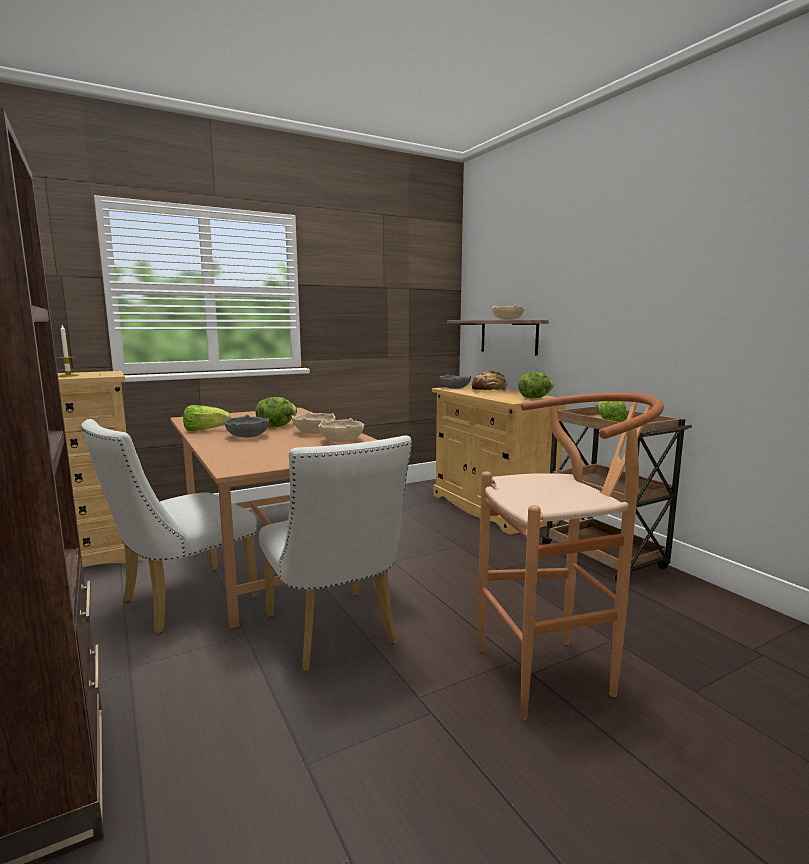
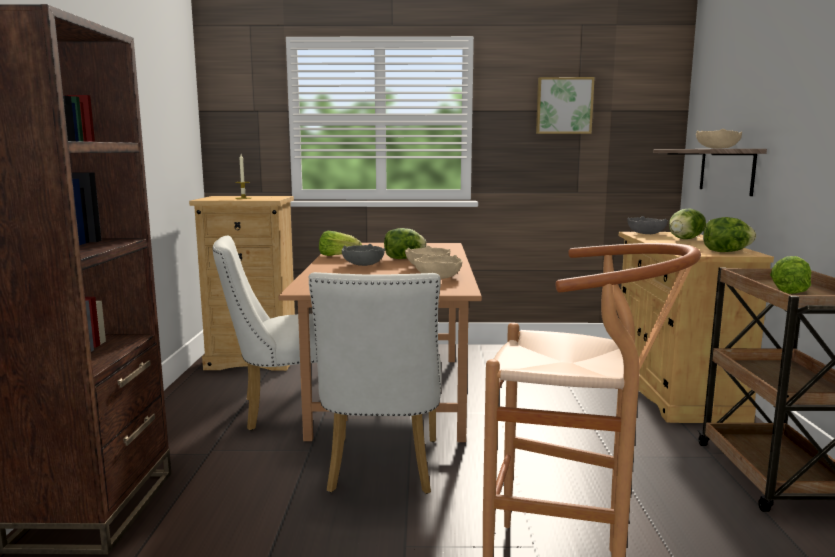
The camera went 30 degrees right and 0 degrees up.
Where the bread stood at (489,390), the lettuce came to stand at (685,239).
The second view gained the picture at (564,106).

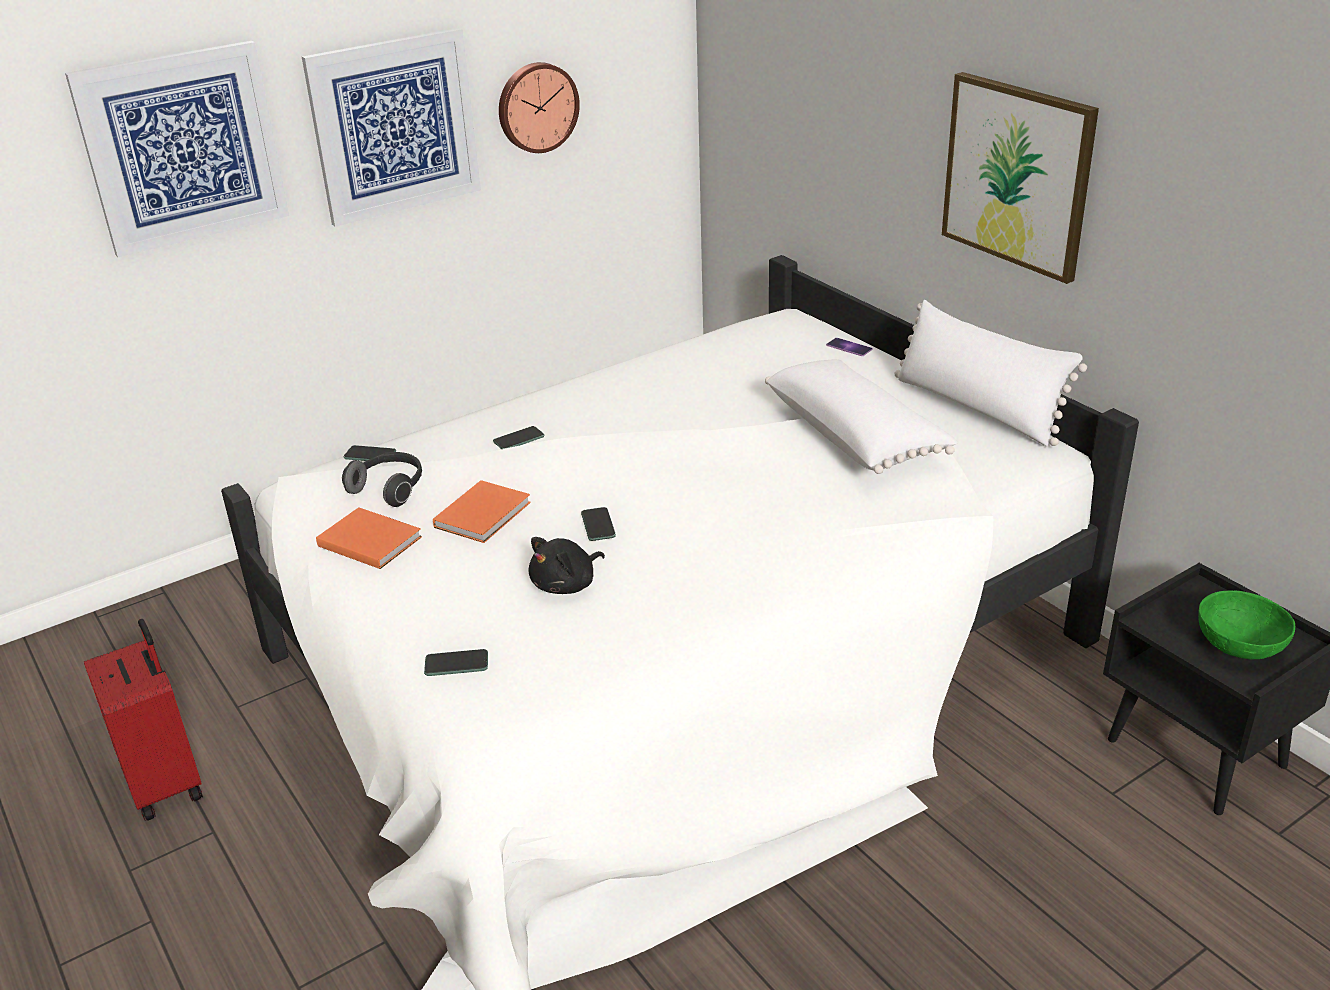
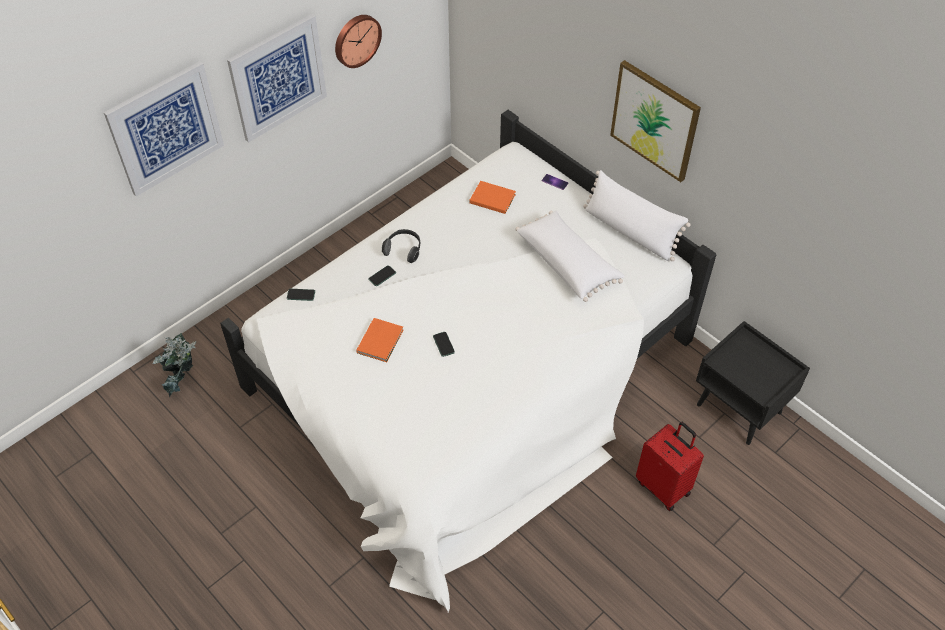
The camera went 10 degrees left and 20 degrees up.
The suitcase/red ended up elsewhere, having gone from (167,783) to (664,487).
The book/orange ended up elsewhere, having gone from (369,540) to (491,198).
The headphones ended up elsewhere, having gone from (390,489) to (403,250).
The second view lost the phone at (456,664).
The second view lost the plush toy/black at (566,584).
The second view lost the bowl/green at (1239,646).
The second view gained the potted plant at (183,379).

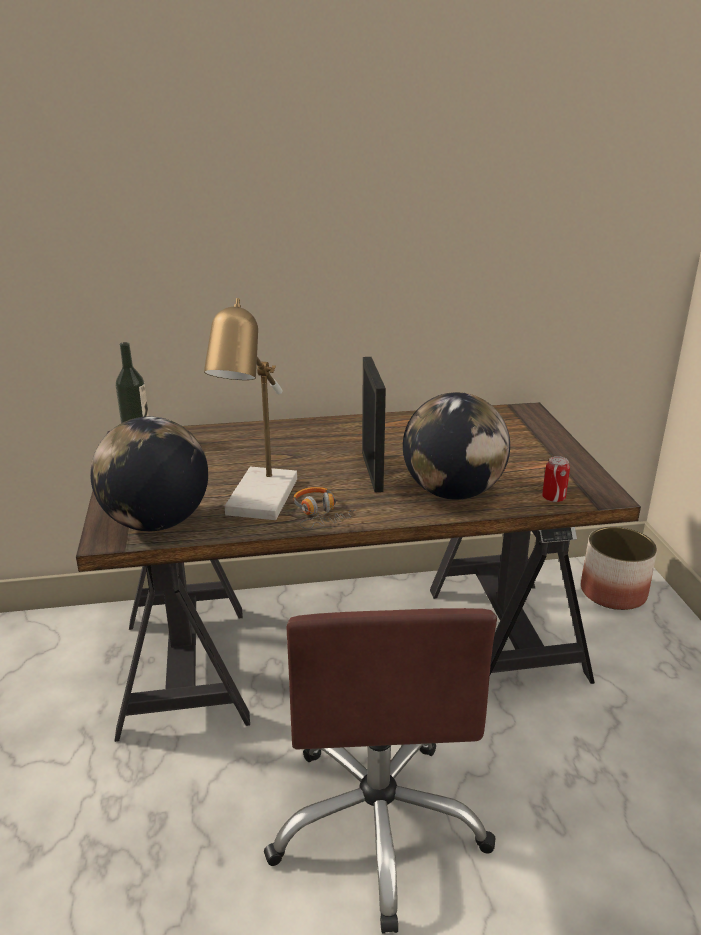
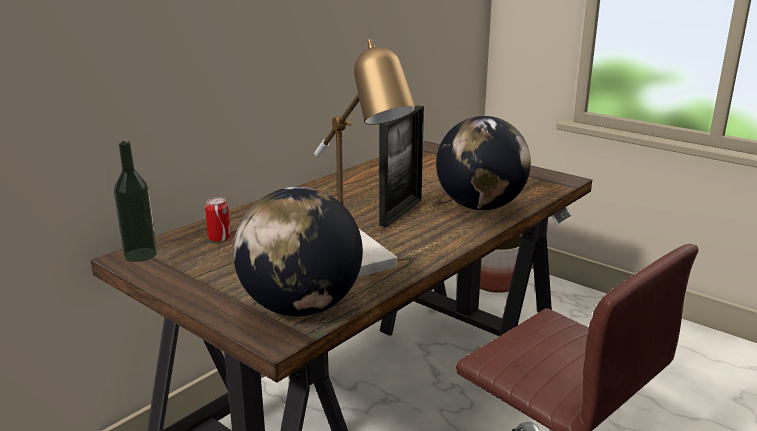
The camera went 40 degrees left and 5 degrees down.
The second view lost the headphones at (319,514).
The picture frame at (372,471) ended up facing another way, 75 degrees clockwise from before.
The can ended up elsewhere, having gone from (553,498) to (219,238).

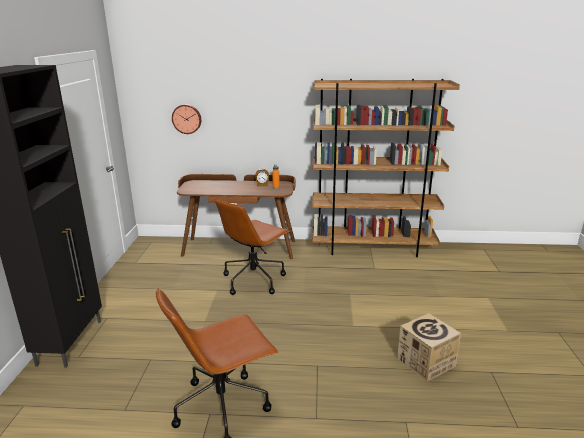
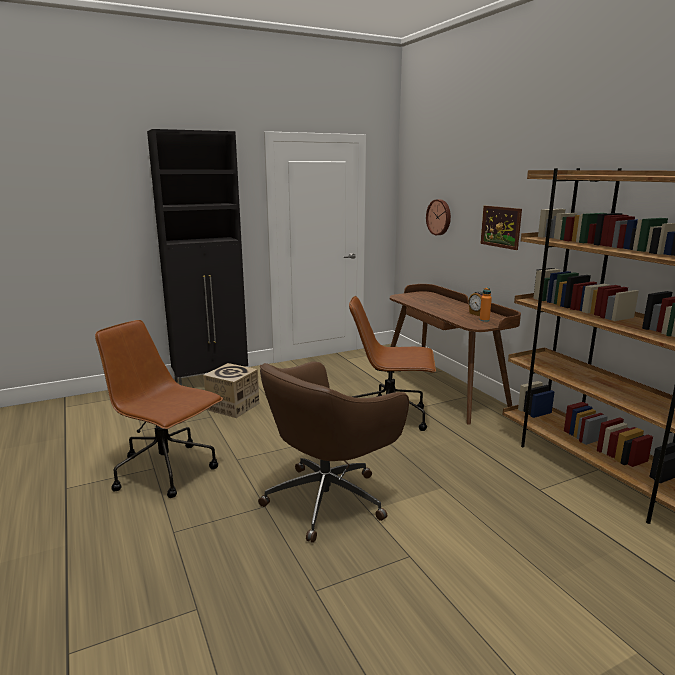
The camera went 60 degrees right and 5 degrees down.
The cardboard box ended up elsewhere, having gone from (426,362) to (233,406).
The second view gained the office chair/brown at (329,498).
The second view gained the picture at (501,227).

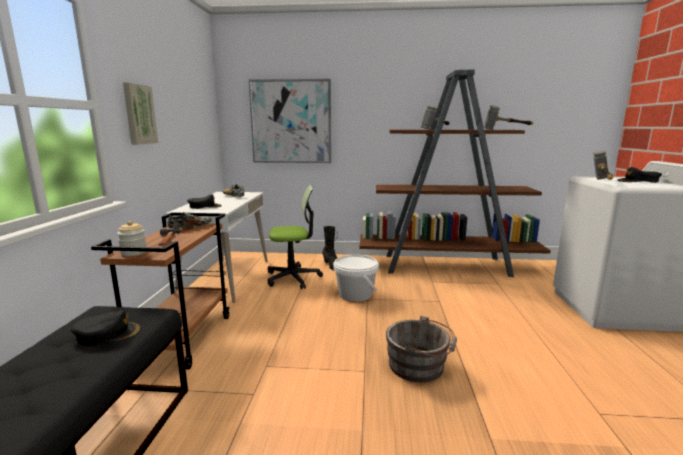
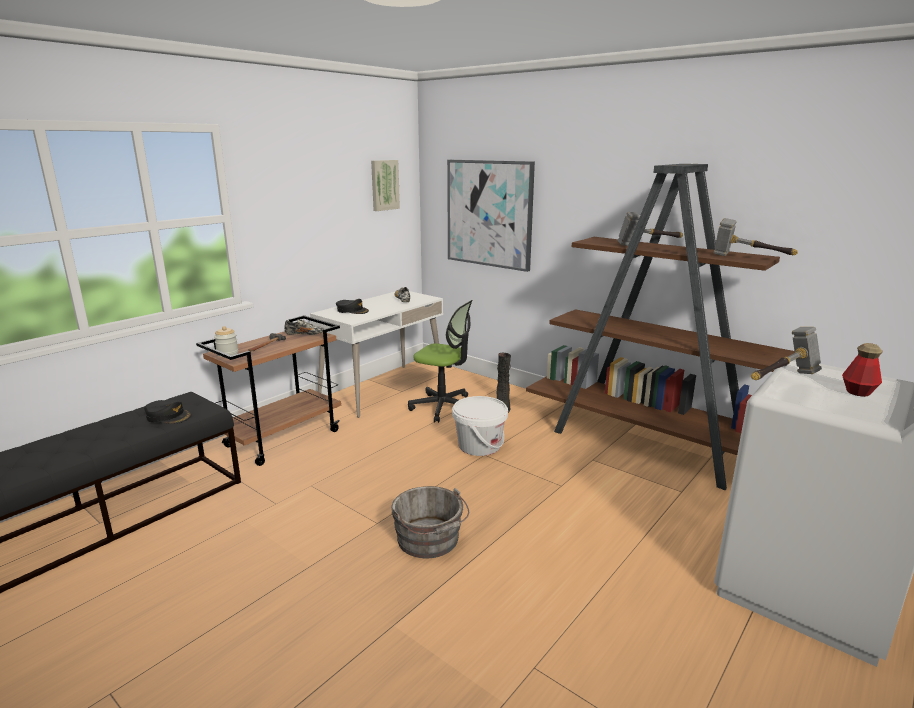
The camera went 35 degrees right and 5 degrees up.
The picture ended up elsewhere, having gone from (139,114) to (384,185).
Where the cap/black stood at (638,181), the bottle came to stand at (858,392).

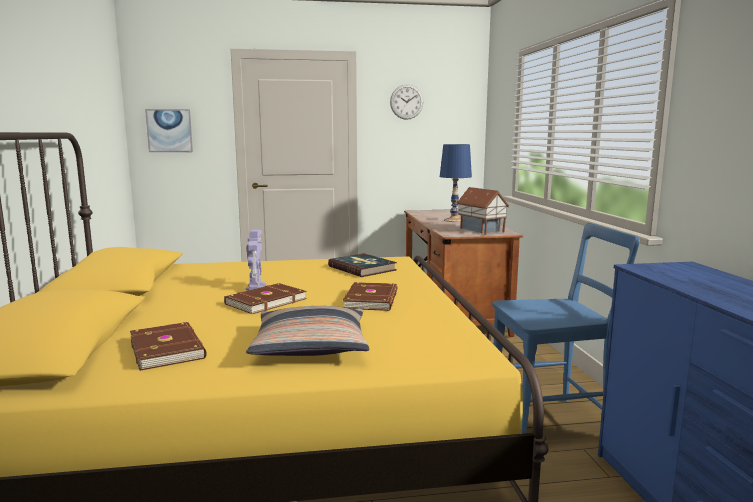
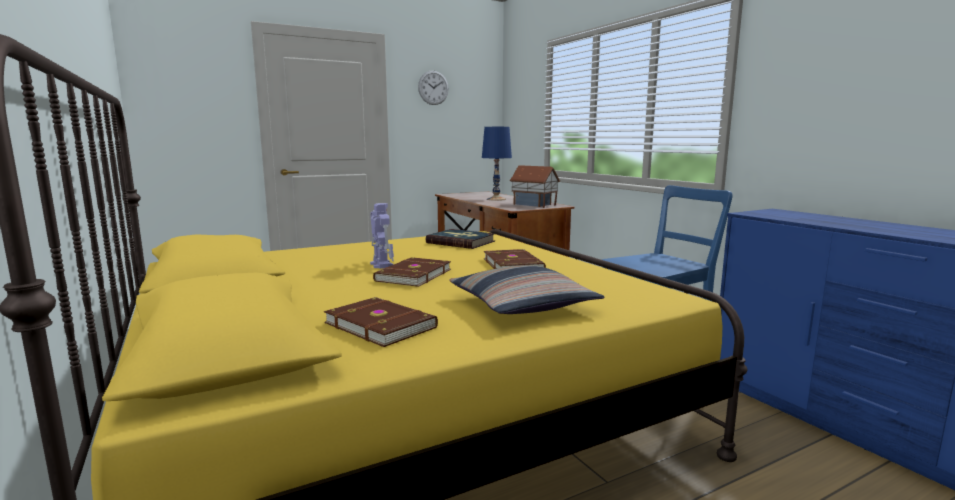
The camera went 20 degrees left and 0 degrees up.
The second view lost the picture at (169,130).

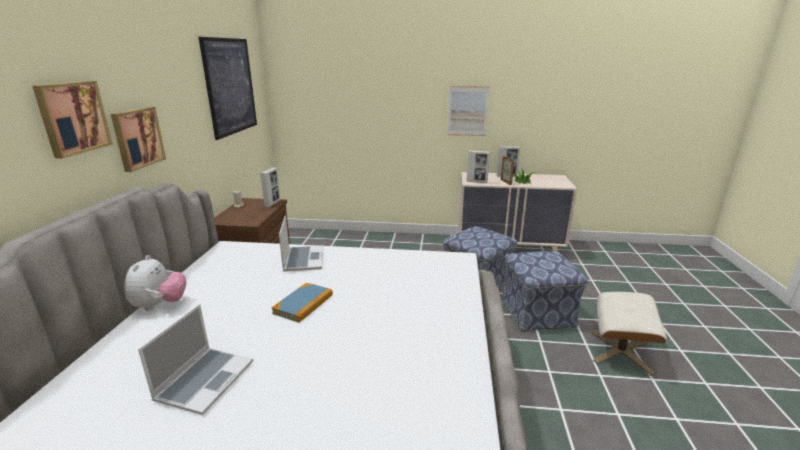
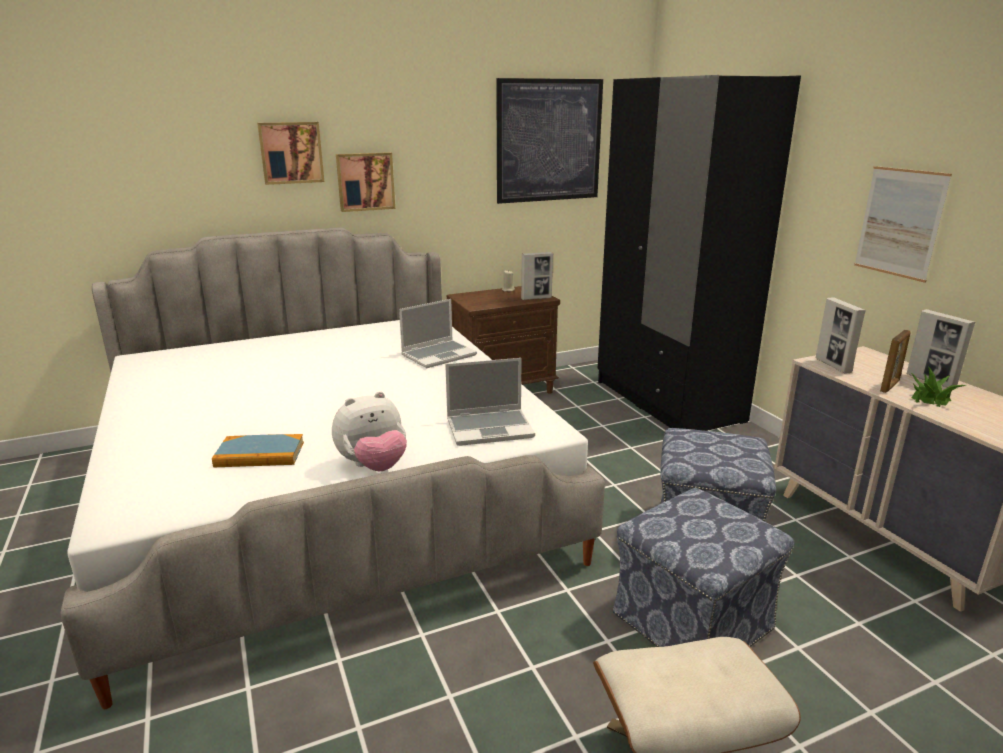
The camera went 60 degrees right and 0 degrees up.
The plush toy ended up elsewhere, having gone from (160,305) to (373,466).
The laptop ended up elsewhere, having gone from (205,380) to (490,428).
The book ended up elsewhere, having gone from (303,304) to (260,454).
The second view gained the wardrobe/black at (667,401).

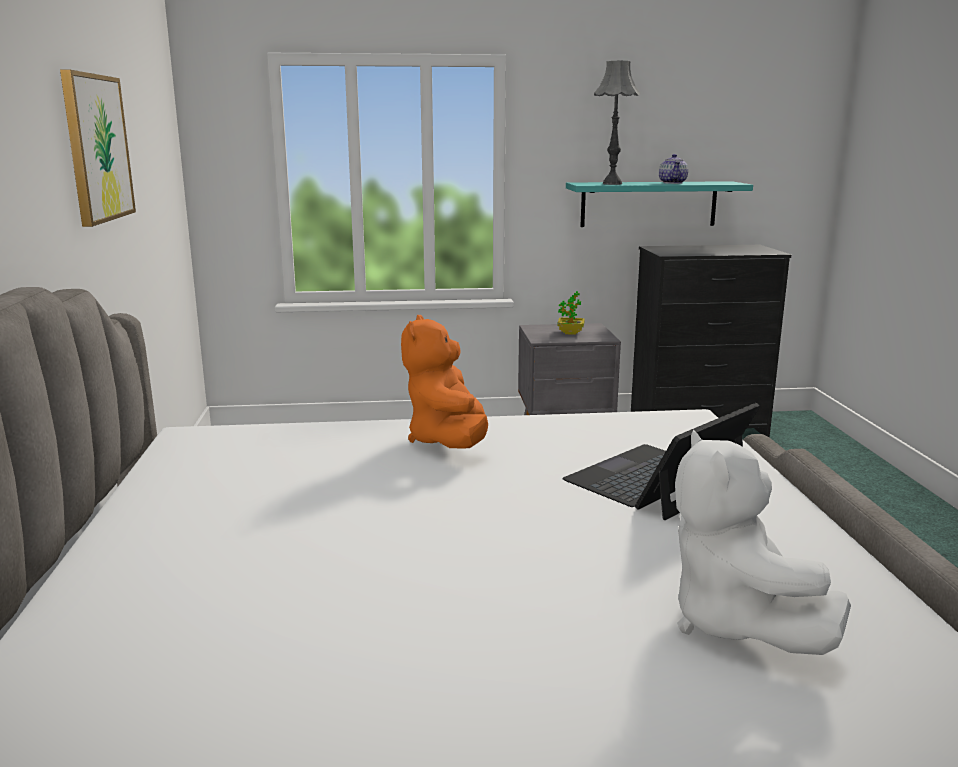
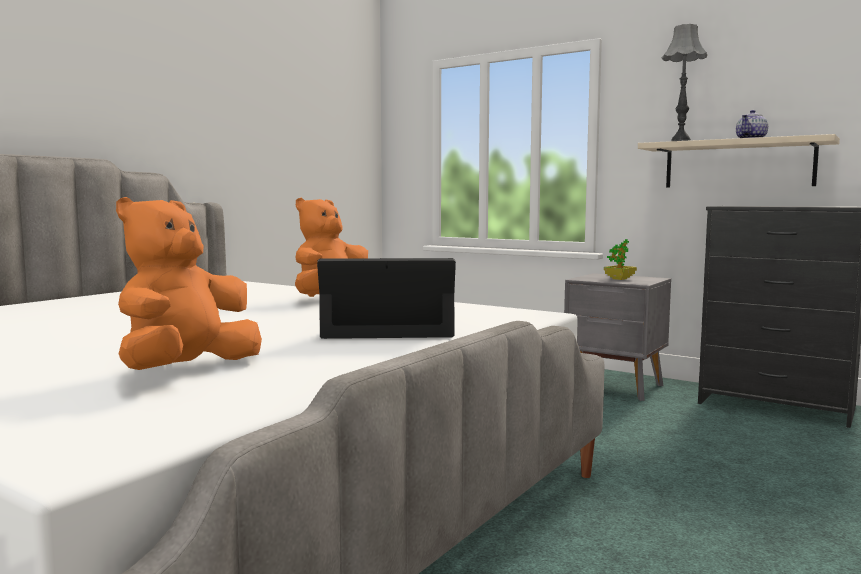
The camera went 40 degrees right and 10 degrees down.
The second view lost the picture at (97,148).
What was the shelf/turquoise at (648,204) turned into the shelf/beige at (738,164).
What was the plush toy/white at (735,623) turned into the plush toy/orange at (187,371).

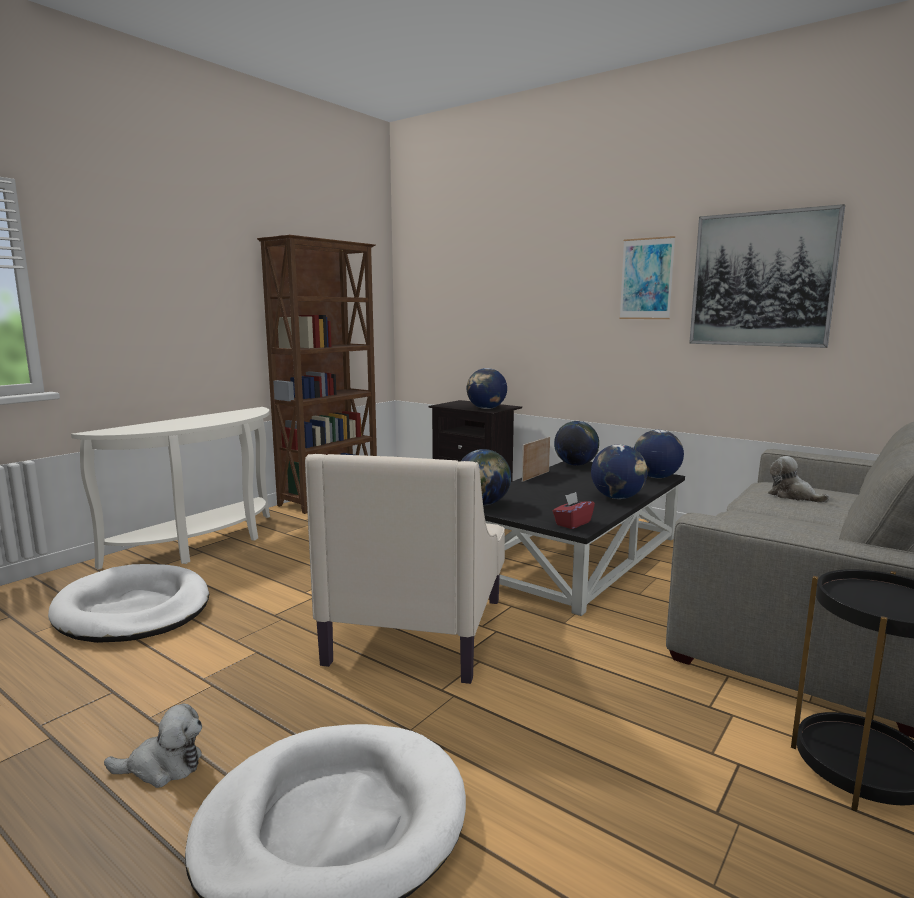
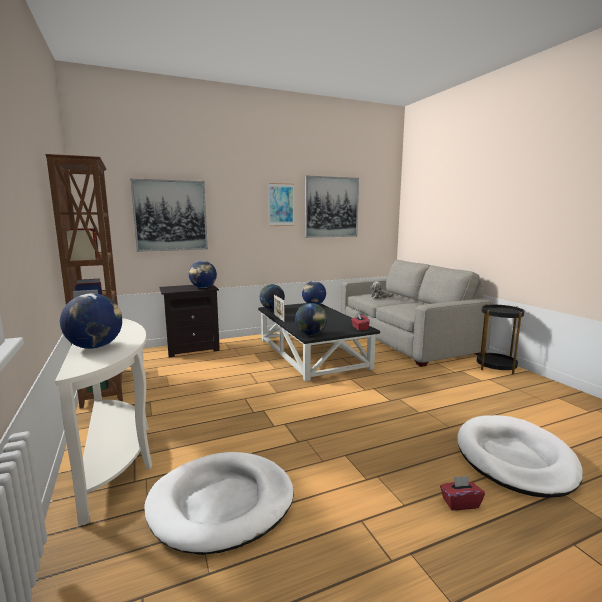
The camera went 60 degrees left and 0 degrees up.
Where the plush toy stood at (163,767), the tissue box/red came to stand at (460,503).
The second view lost the armchair/beige at (419,628).
The globe ended up elsewhere, having gone from (617,498) to (95,347).
The second view gained the picture at (170,215).

